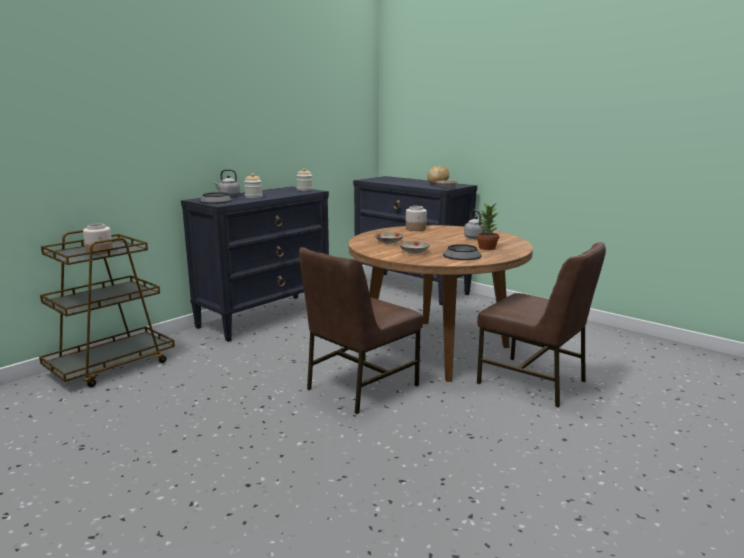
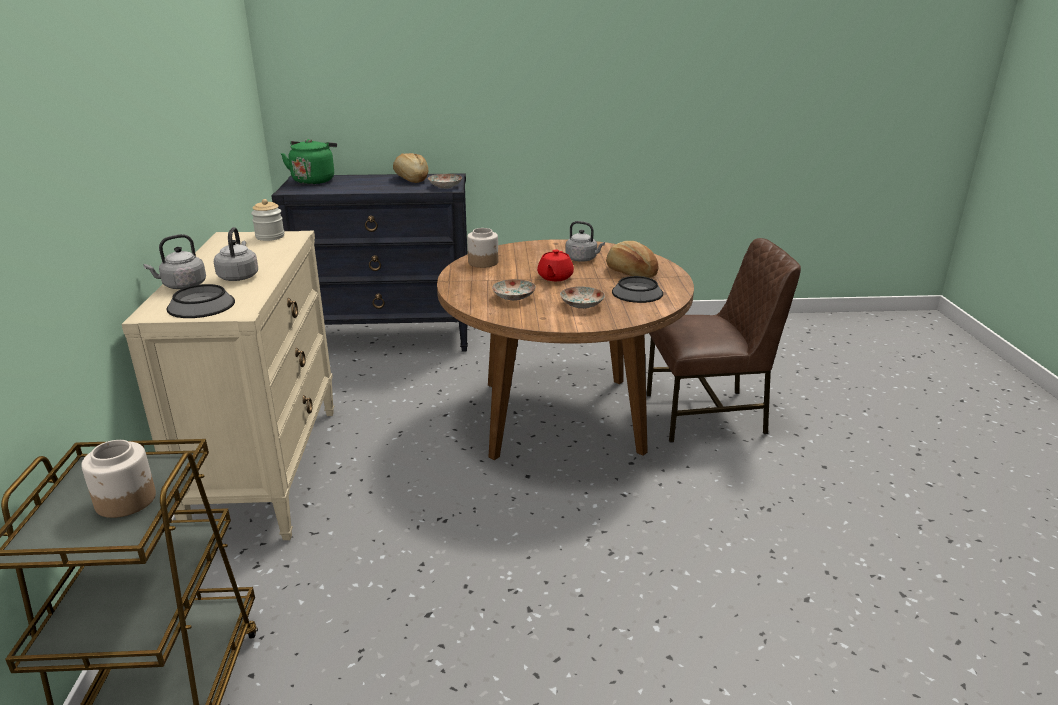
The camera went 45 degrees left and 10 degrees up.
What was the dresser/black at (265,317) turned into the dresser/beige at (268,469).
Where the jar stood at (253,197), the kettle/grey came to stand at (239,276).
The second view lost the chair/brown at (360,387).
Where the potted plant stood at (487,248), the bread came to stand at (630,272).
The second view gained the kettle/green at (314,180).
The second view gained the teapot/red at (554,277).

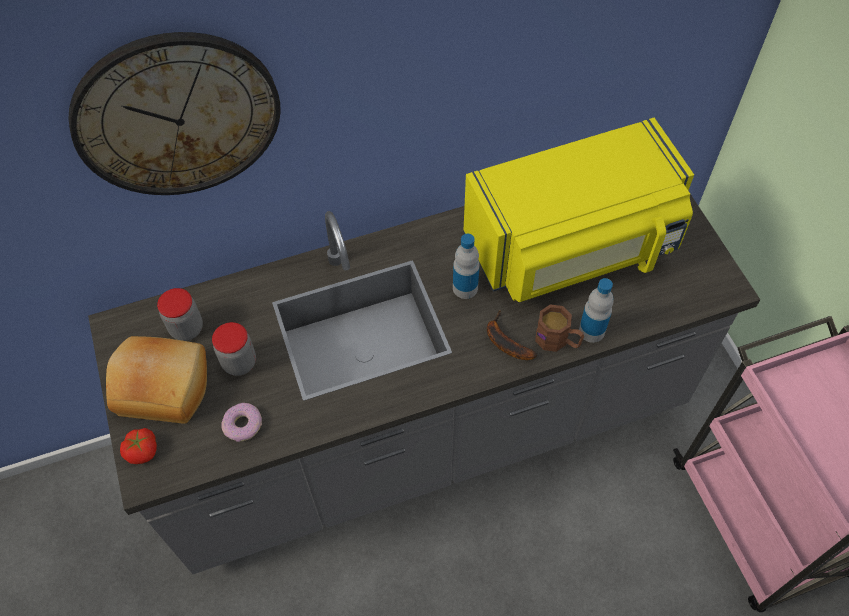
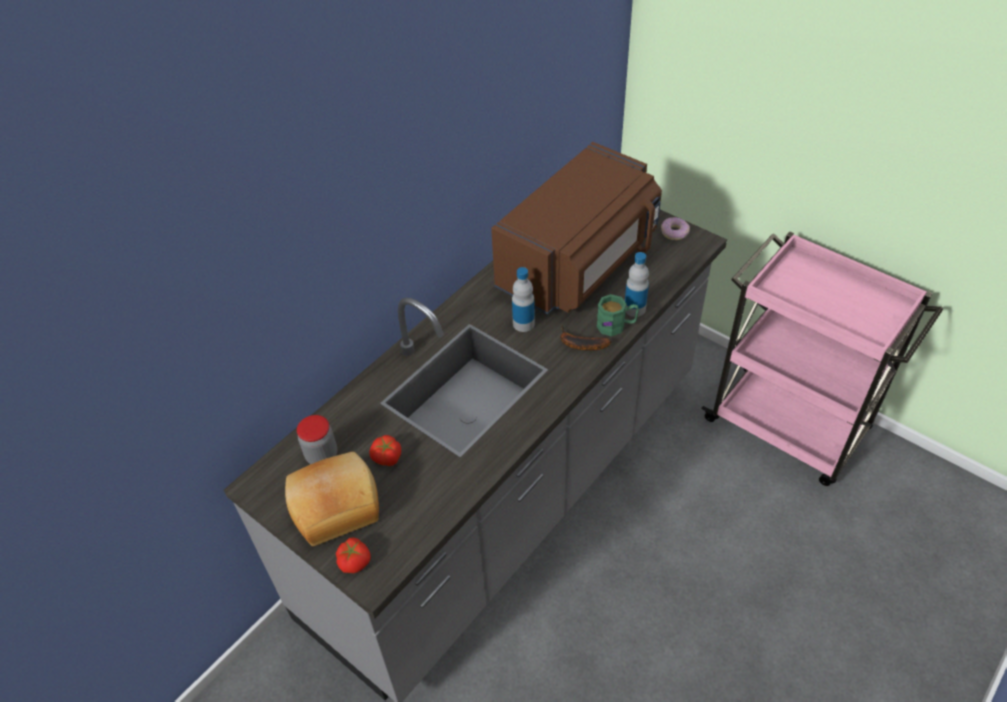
The camera went 30 degrees left and 10 degrees down.
The second view lost the wall clock at (177,116).
Where the jar stood at (239,362), the tomato came to stand at (387,457).
The donut ended up elsewhere, having gone from (243,425) to (674,232).
What was the microwave/yellow at (572,248) turned into the microwave/brown at (579,264).
What was the mug/brown at (557,341) turned into the mug/green at (616,326).

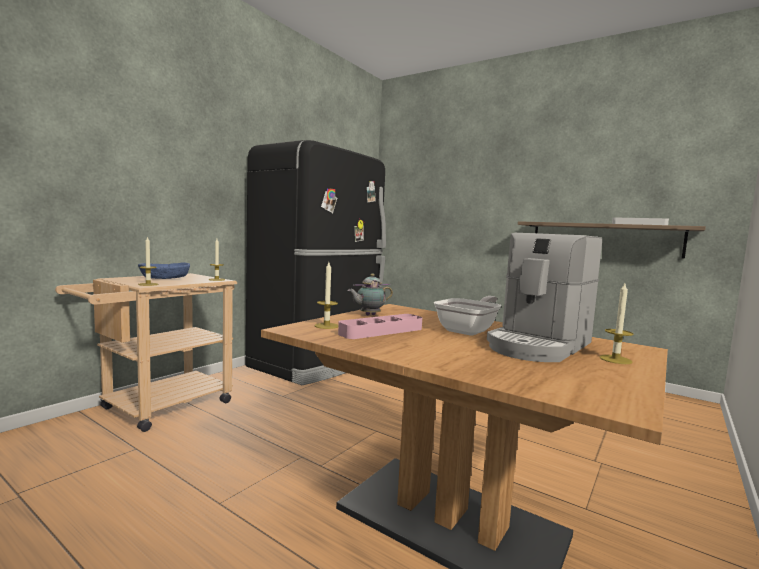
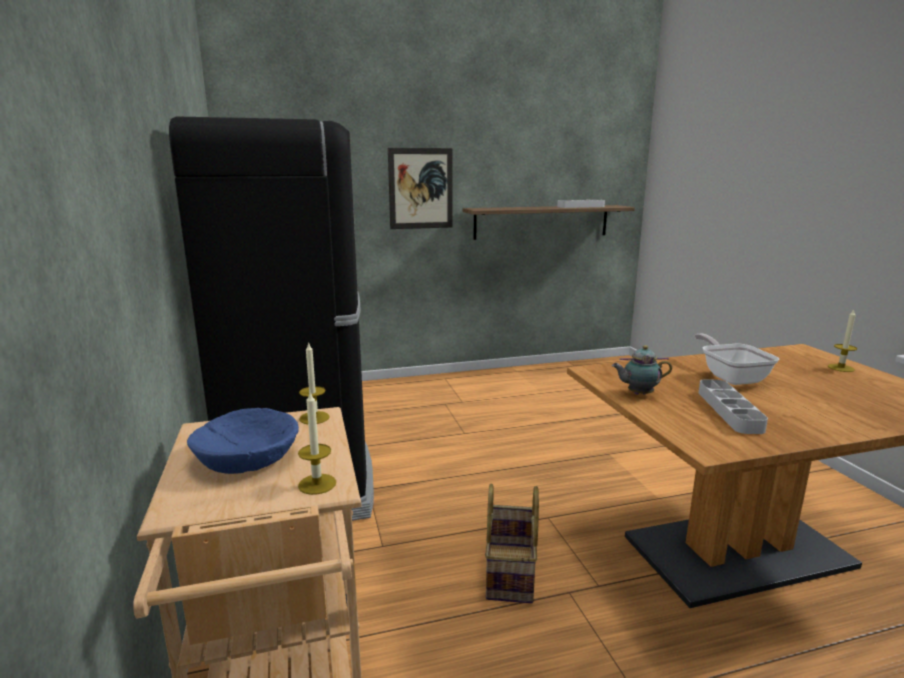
The camera went 50 degrees left and 10 degrees up.
The second view lost the candle at (326,326).
What was the tray/pink at (381,331) turned into the tray/grey at (729,410).
The teapot at (368,315) ended up facing another way, 75 degrees clockwise from before.
The second view lost the coffee machine at (538,346).
The second view gained the picture at (421,188).
The second view gained the basket at (511,573).

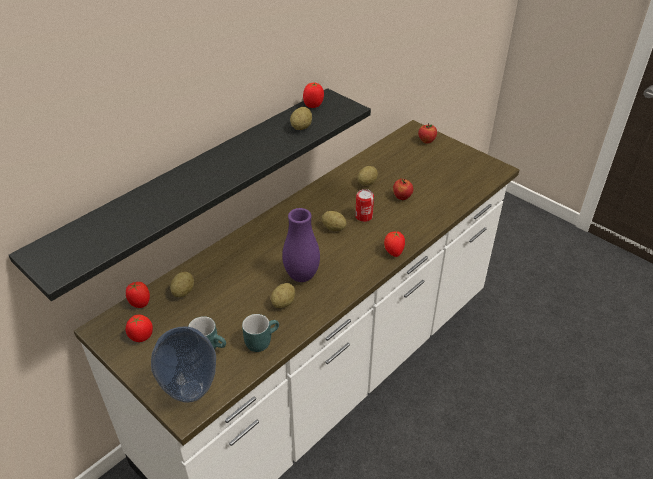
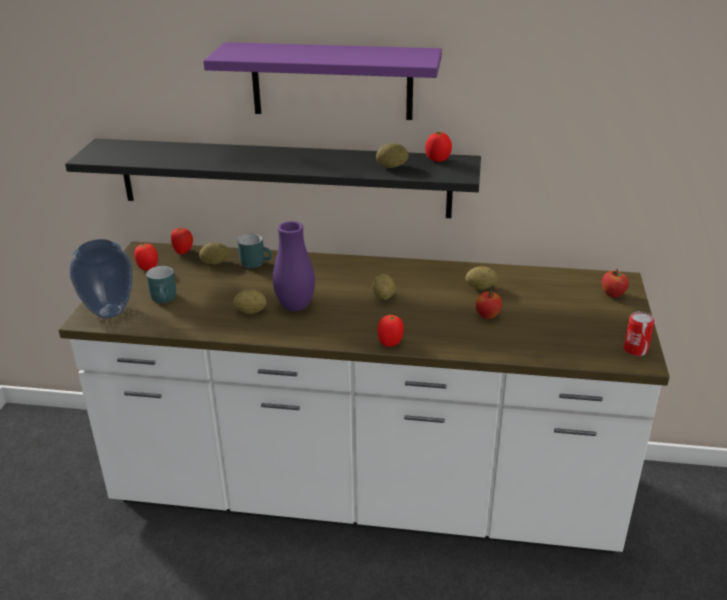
The camera went 55 degrees right and 10 degrees down.
The mug/turquoise ended up elsewhere, having gone from (260,340) to (256,263).
The can ended up elsewhere, having gone from (364,216) to (635,350).
The second view gained the shelf/purple at (332,81).

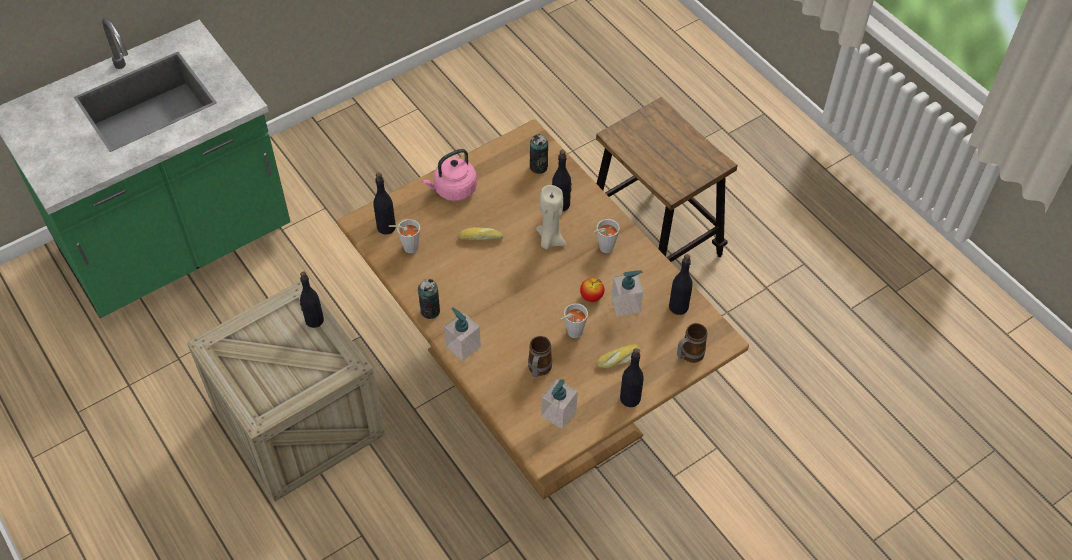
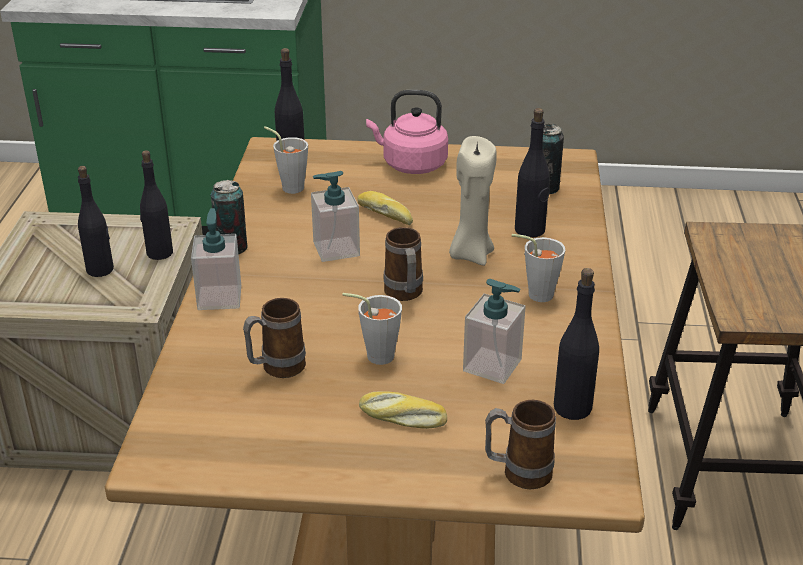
The camera went 40 degrees right and 20 degrees down.
The soap dispenser ended up elsewhere, having gone from (558,414) to (336,249).
The second view lost the apple at (591,297).
The bottle/black ended up elsewhere, having gone from (630,398) to (100,269).
The second view gained the mug at (404,295).

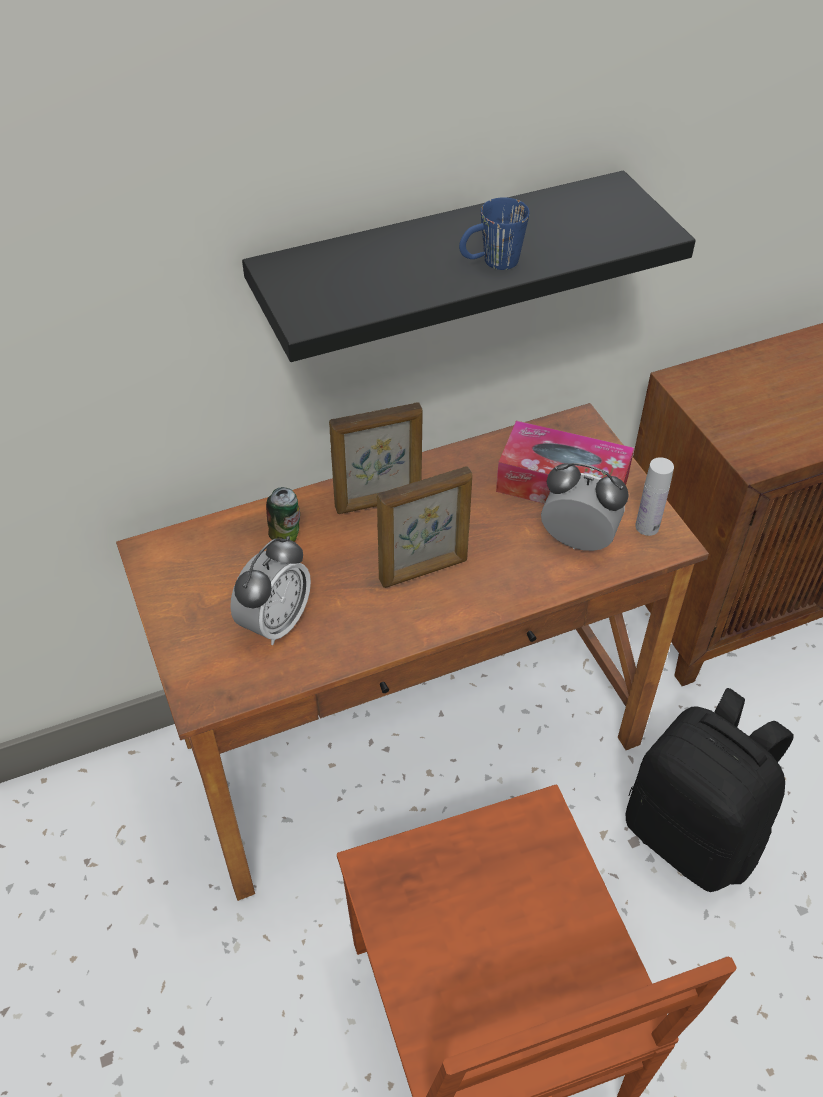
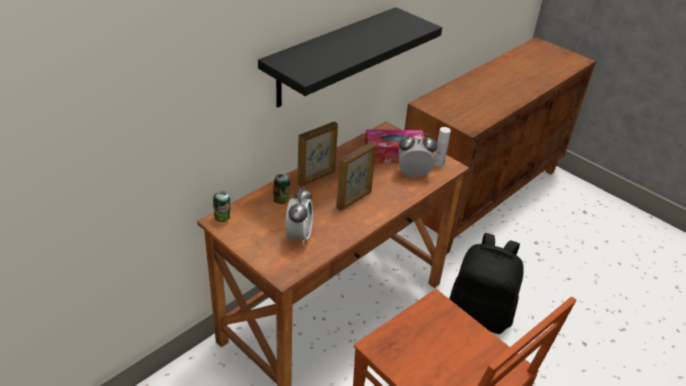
The camera went 25 degrees left and 10 degrees down.
The second view lost the mug/blue at (491,263).
The second view gained the can at (223,218).

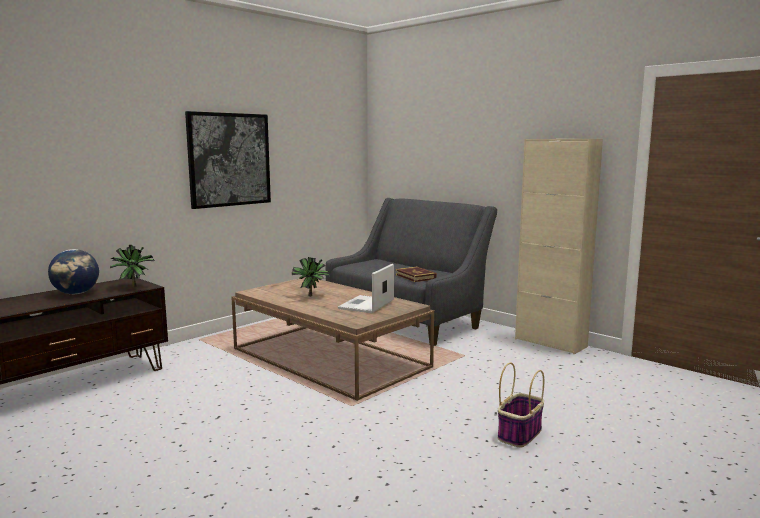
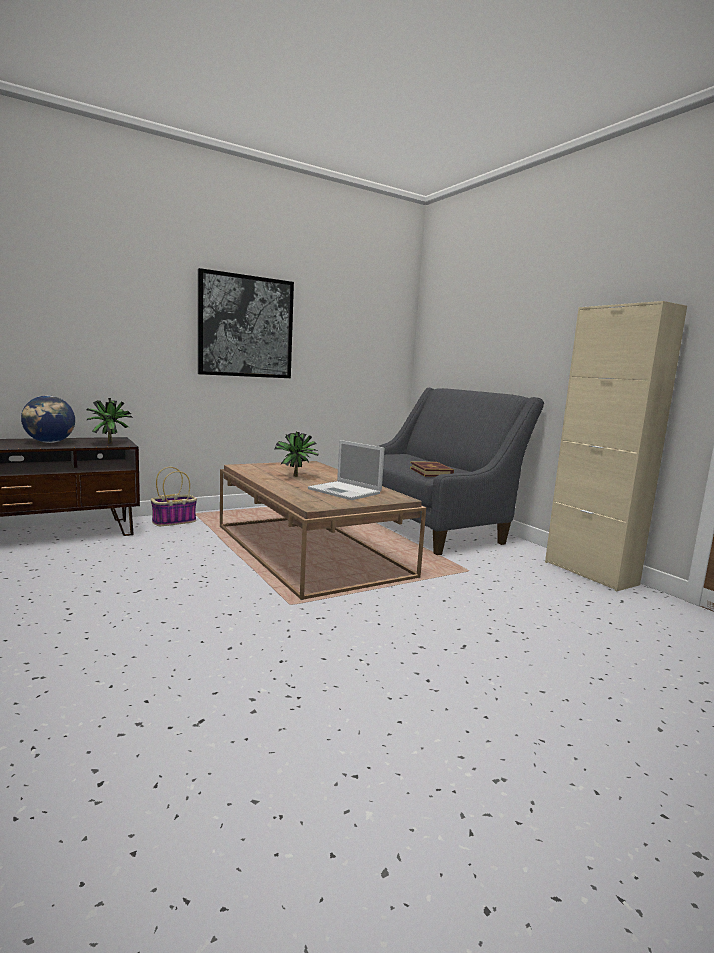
The camera went 15 degrees right and 0 degrees up.
The laptop at (366,305) ended up facing another way, 90 degrees counterclockwise from before.
The basket ended up elsewhere, having gone from (519,433) to (174,521).

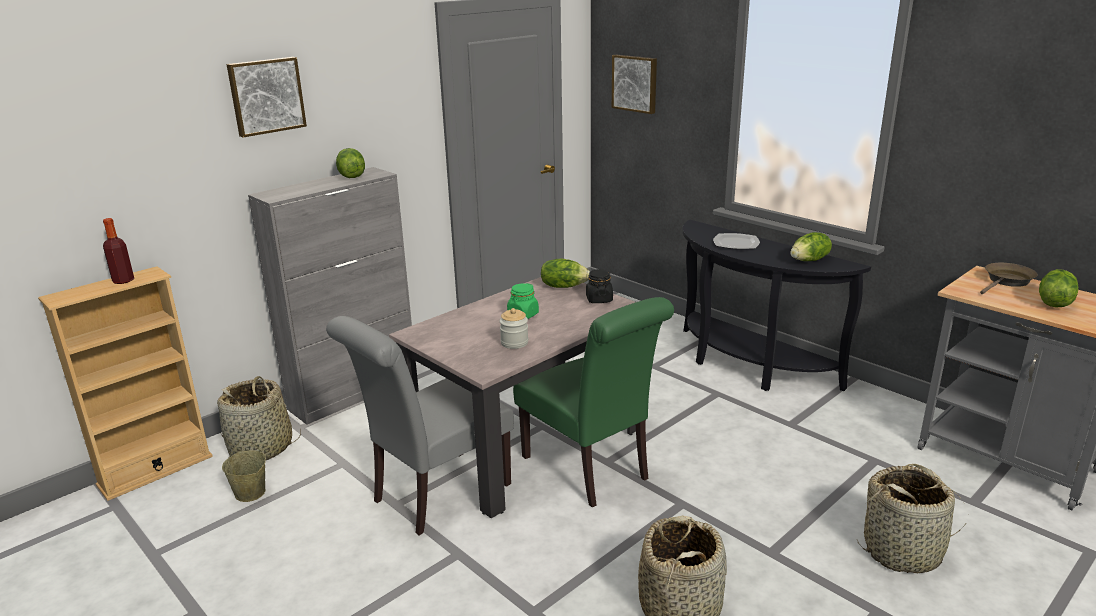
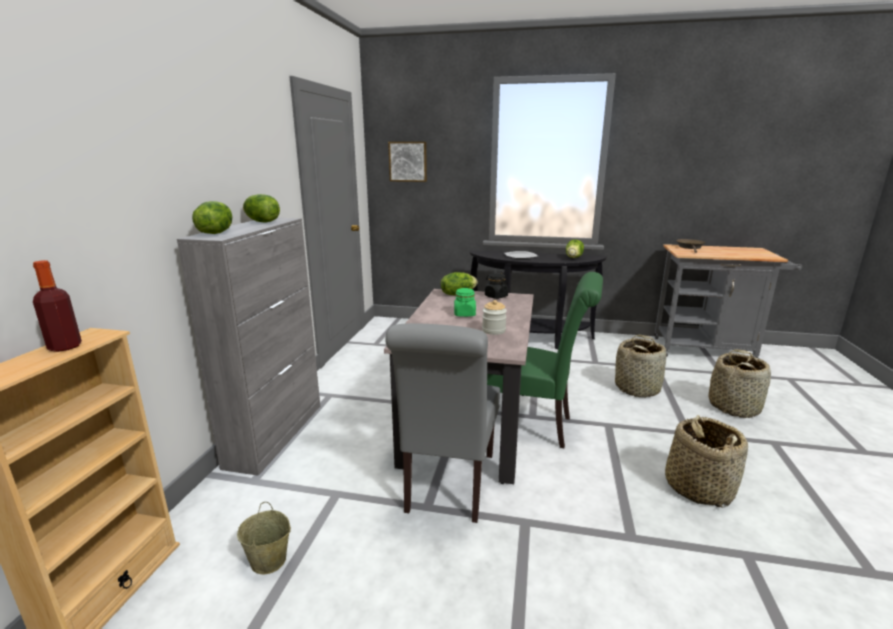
The camera went 35 degrees left and 5 degrees down.
The basket ended up elsewhere, having gone from (261,448) to (637,388).
The second view lost the picture at (266,96).
The lettuce ended up elsewhere, having gone from (1053,302) to (216,233).

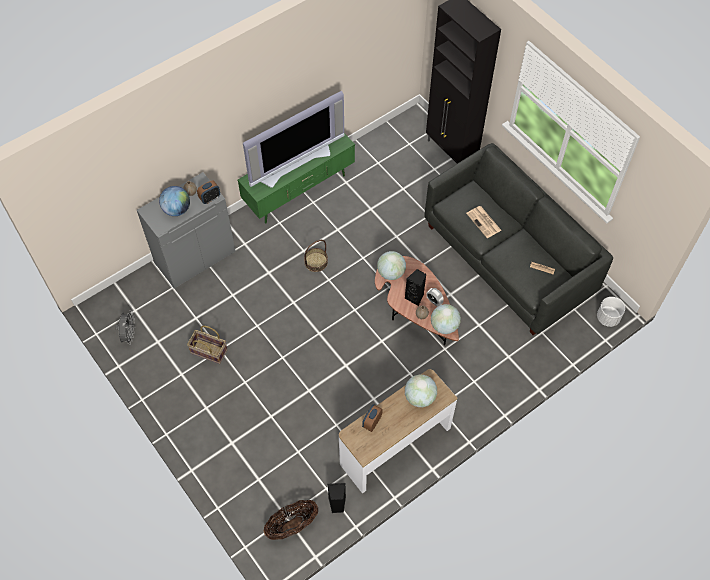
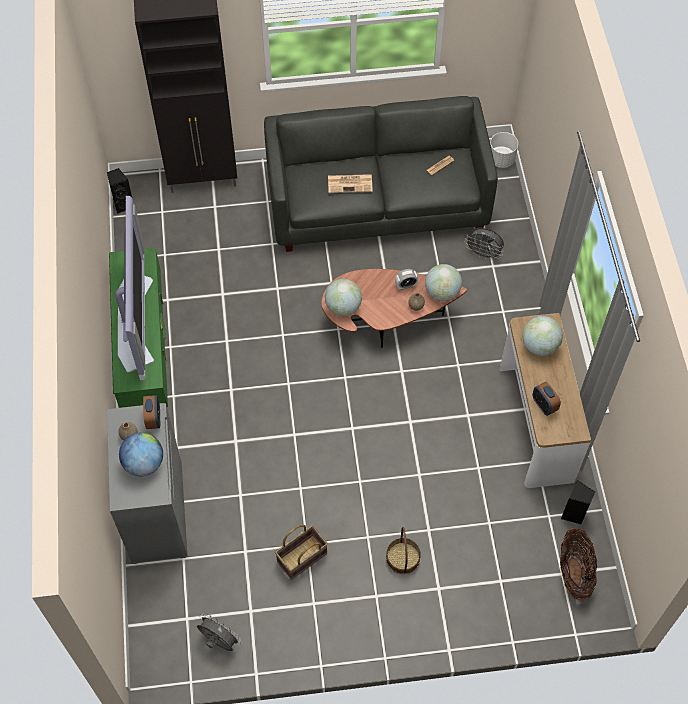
The camera went 60 degrees left and 0 degrees up.
The basket ended up elsewhere, having gone from (316,262) to (403,558).
The speaker/black ended up elsewhere, having gone from (415,297) to (123,204).
The second view gained the fan/grey at (483,254).

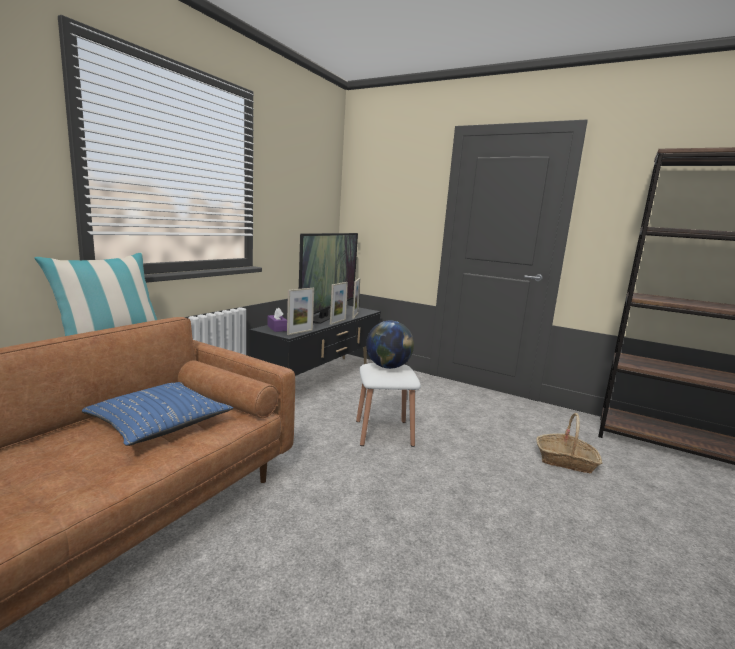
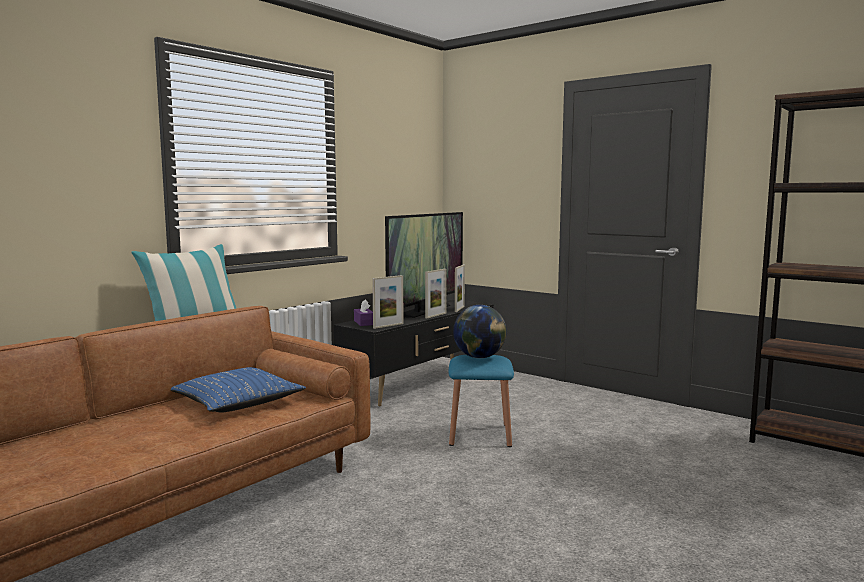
The camera went 10 degrees right and 5 degrees down.
What was the stool/white at (384,433) turned into the stool/blue at (480,434).
The second view lost the basket at (566,461).

